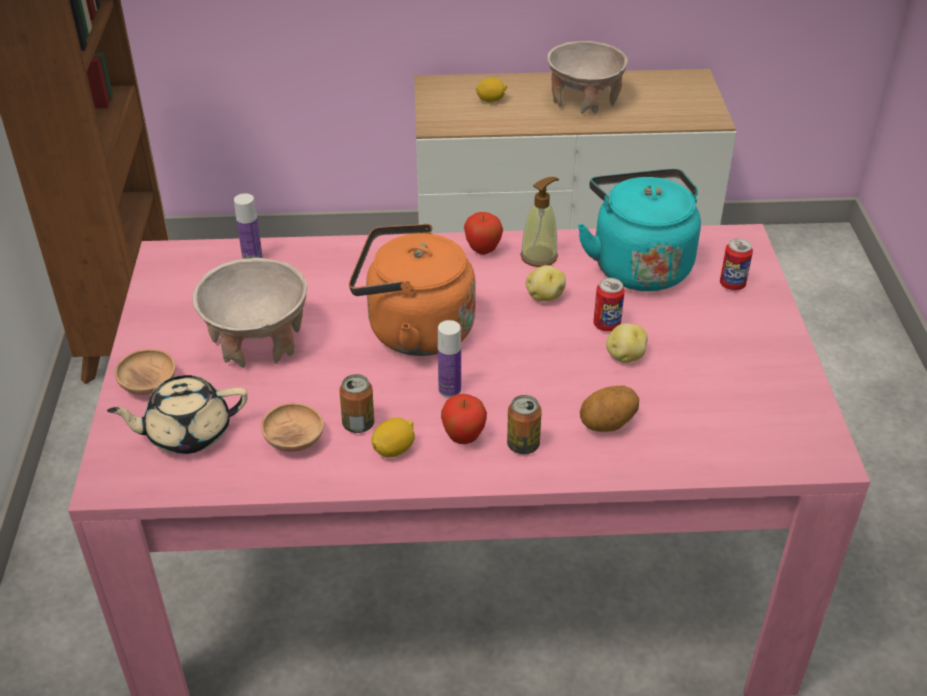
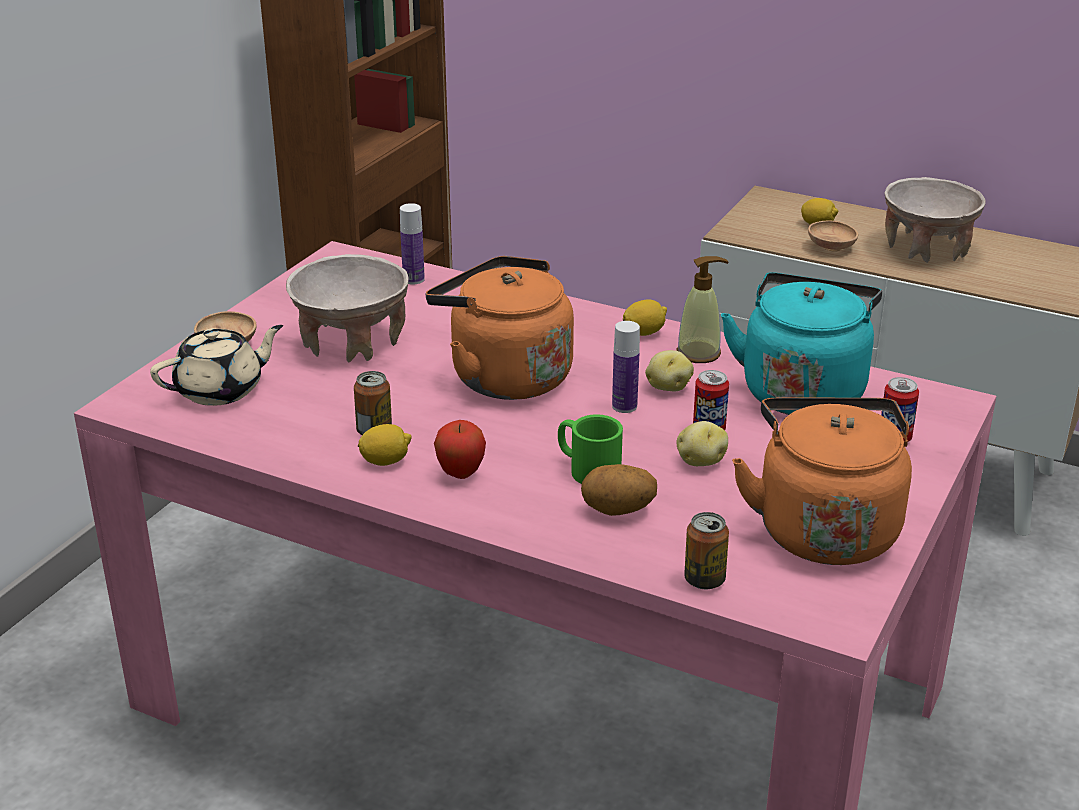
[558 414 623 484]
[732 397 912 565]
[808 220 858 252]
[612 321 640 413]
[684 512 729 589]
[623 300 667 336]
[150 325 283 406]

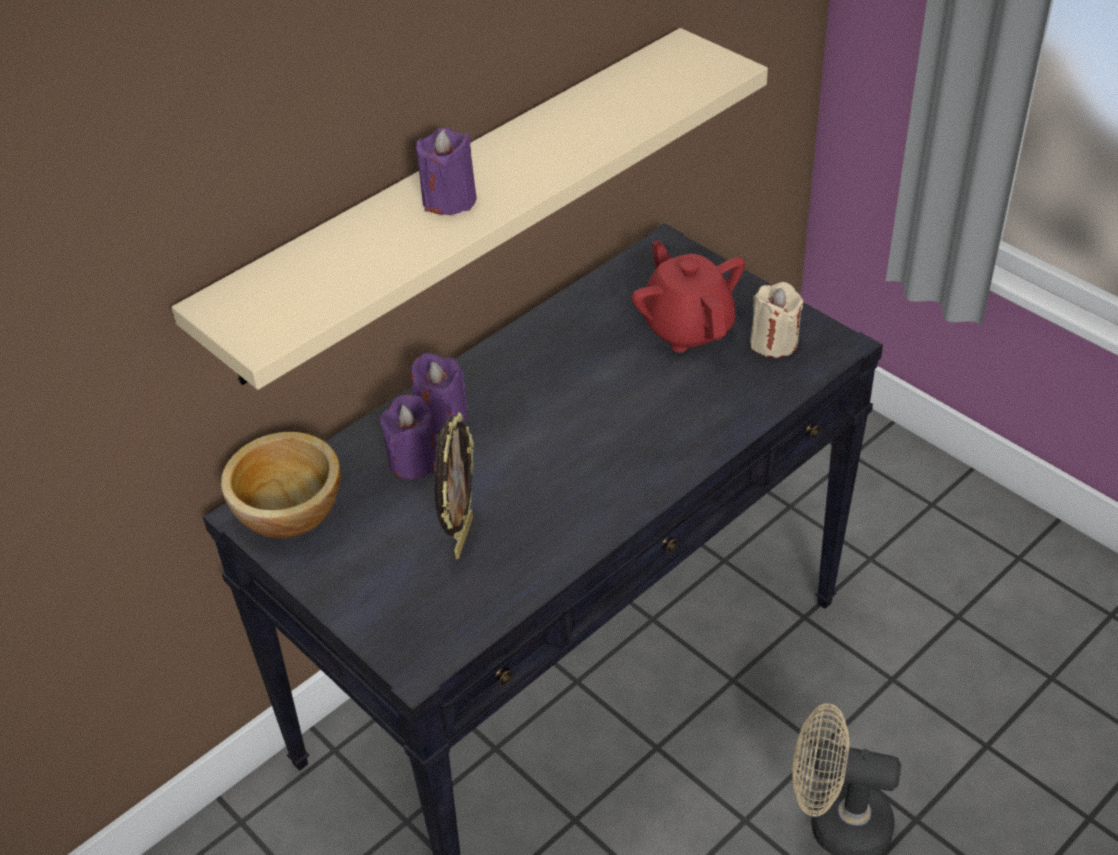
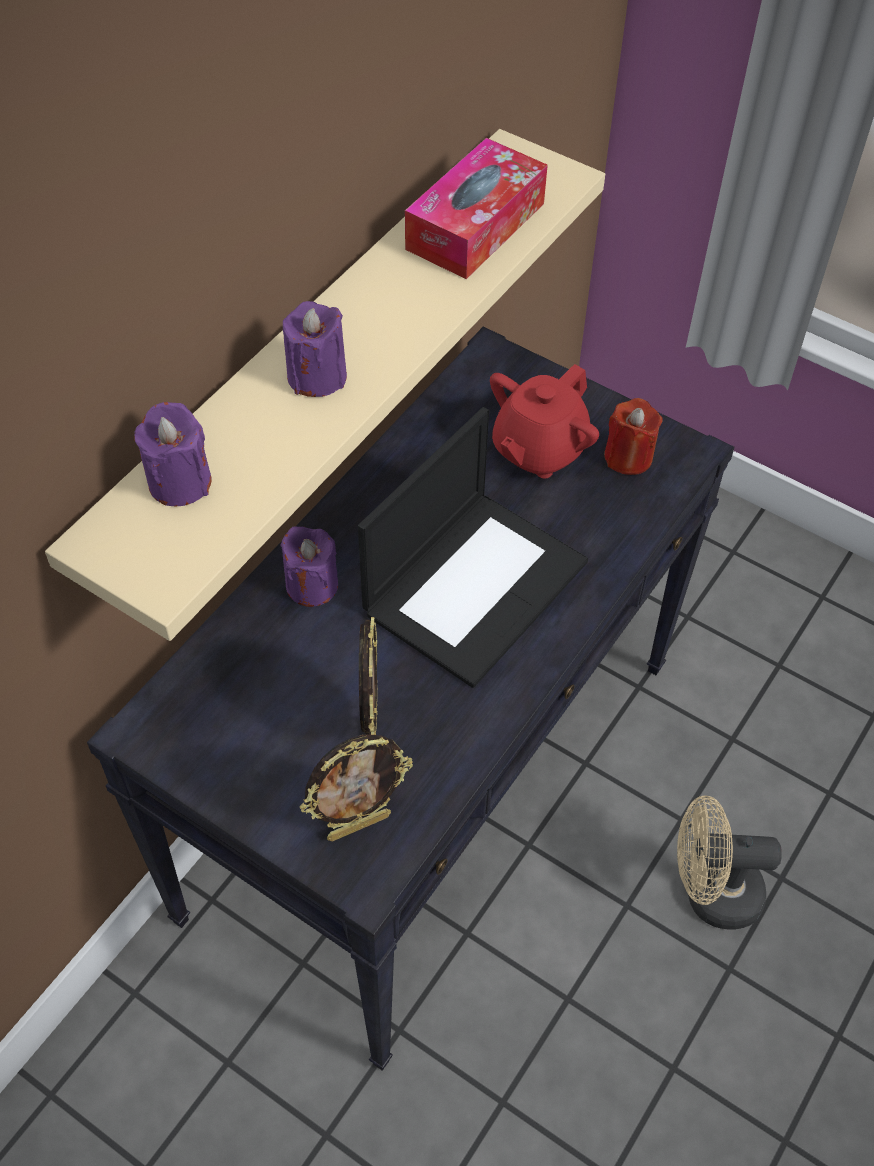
[221 432 341 539] (first image)
[300 735 413 841]
[358 407 588 688]
[405 138 548 279]
[134 402 211 506]
[604 398 663 475]
[490 364 599 478]

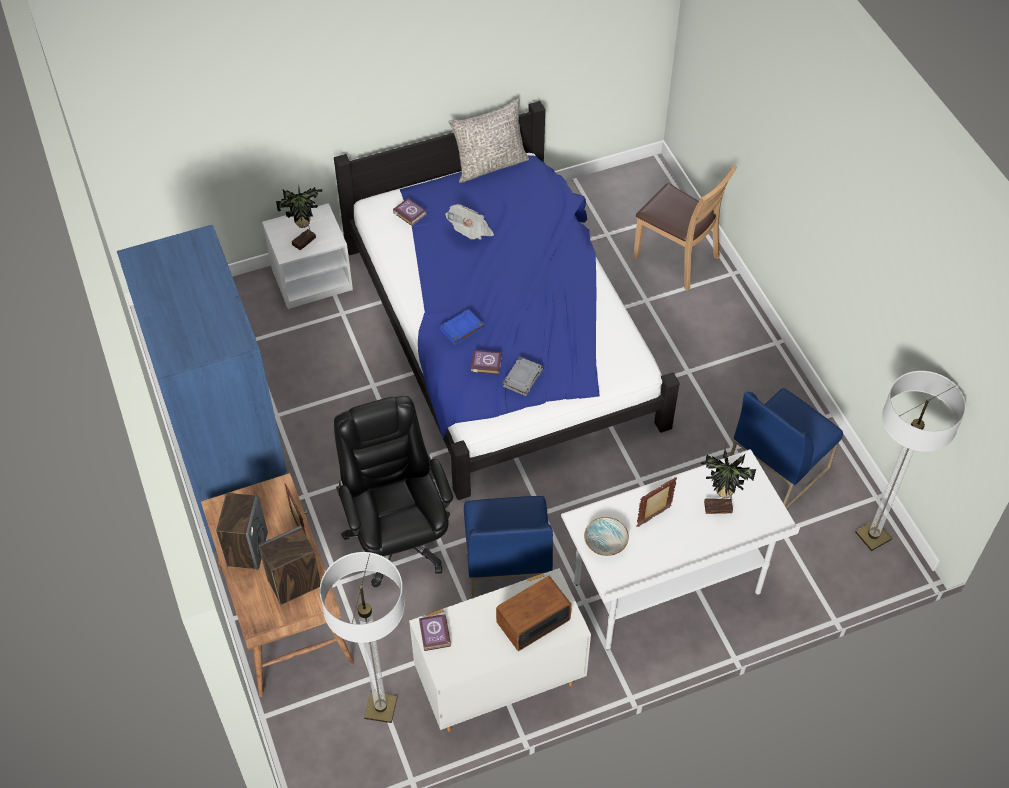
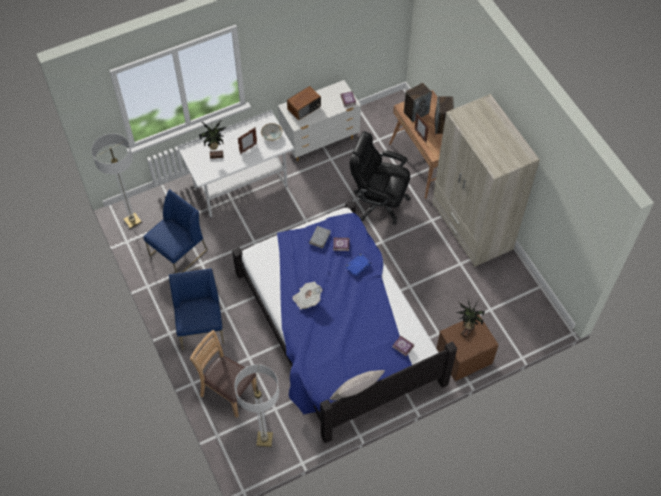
[234 364 279 447]
[292 282 322 310]
[169 268 224 350]
[432 94 540 267]
[436 315 499 381]
[350 132 411 225]

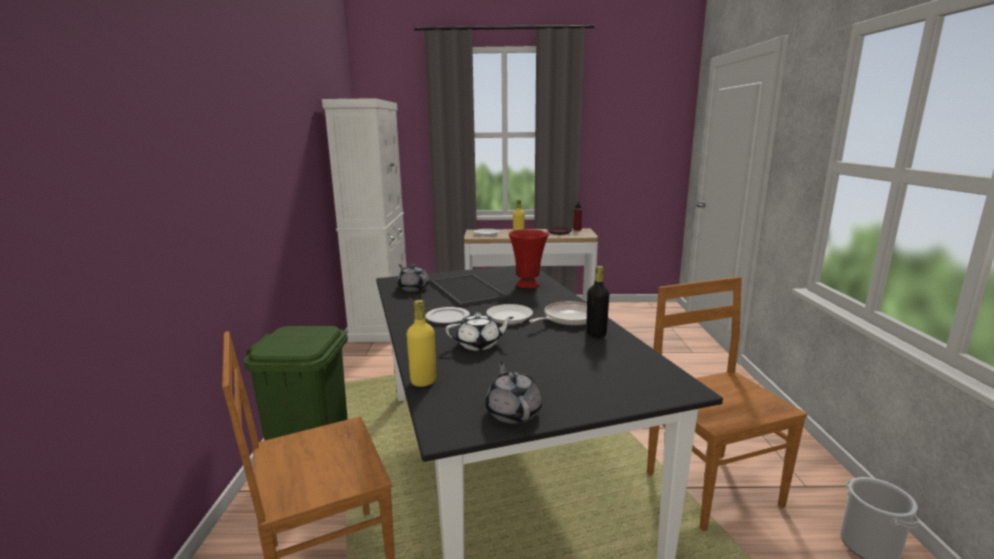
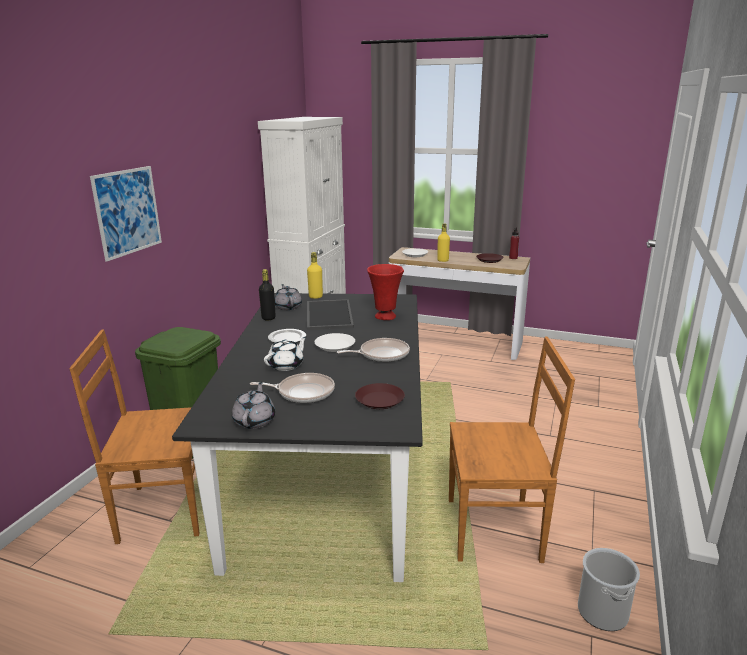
[90 166 162 262]
[250 373 335 403]
[355 383 405 409]
[307 252 323 299]
[259 269 276 320]
[264 336 307 371]
[449 337 575 563]

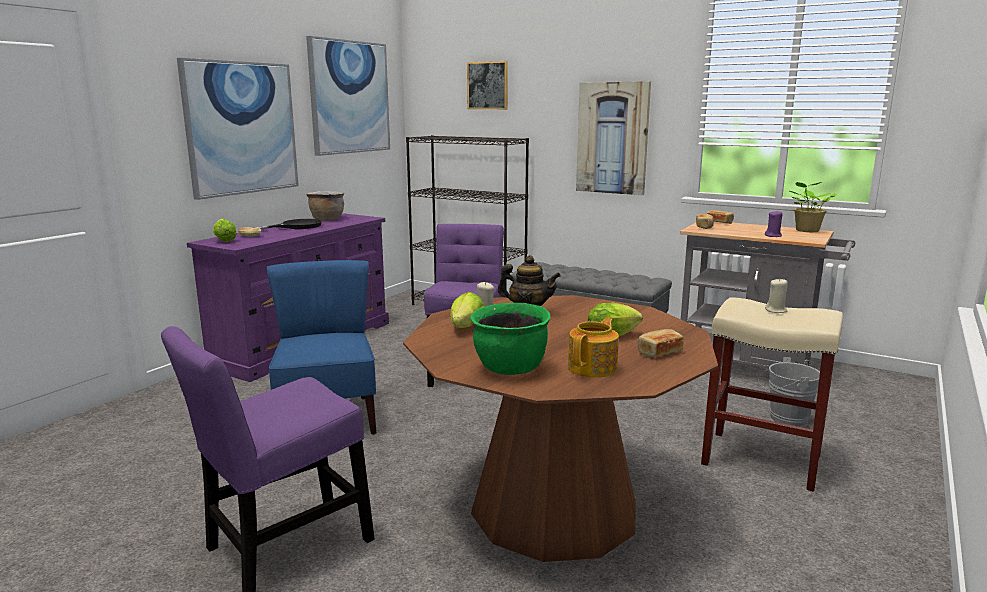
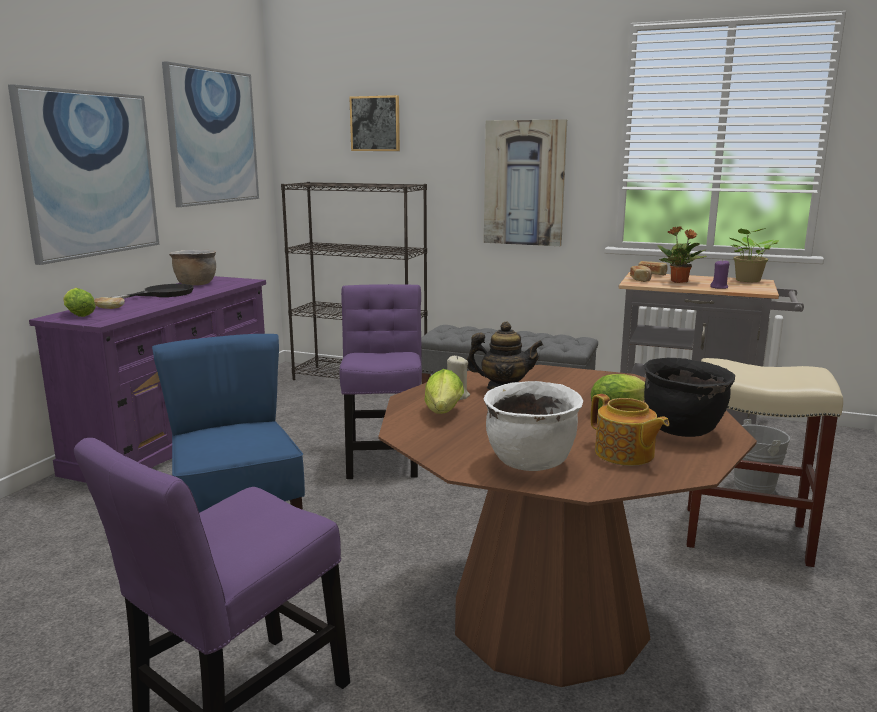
[765 278 788 313] (first image)
[657 226 707 283]
[644 358 735 437]
[484 381 583 471]
[591 394 670 466]

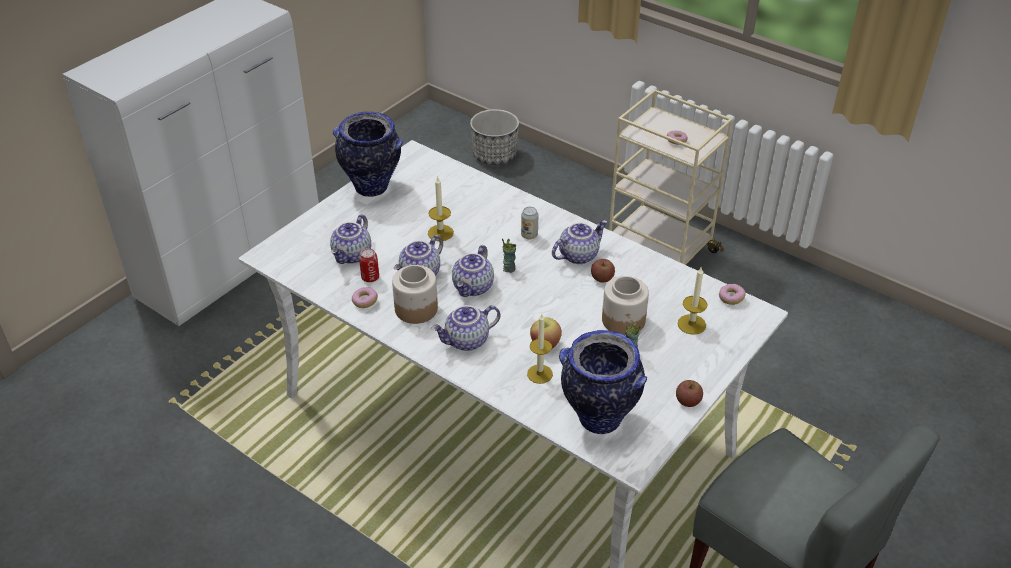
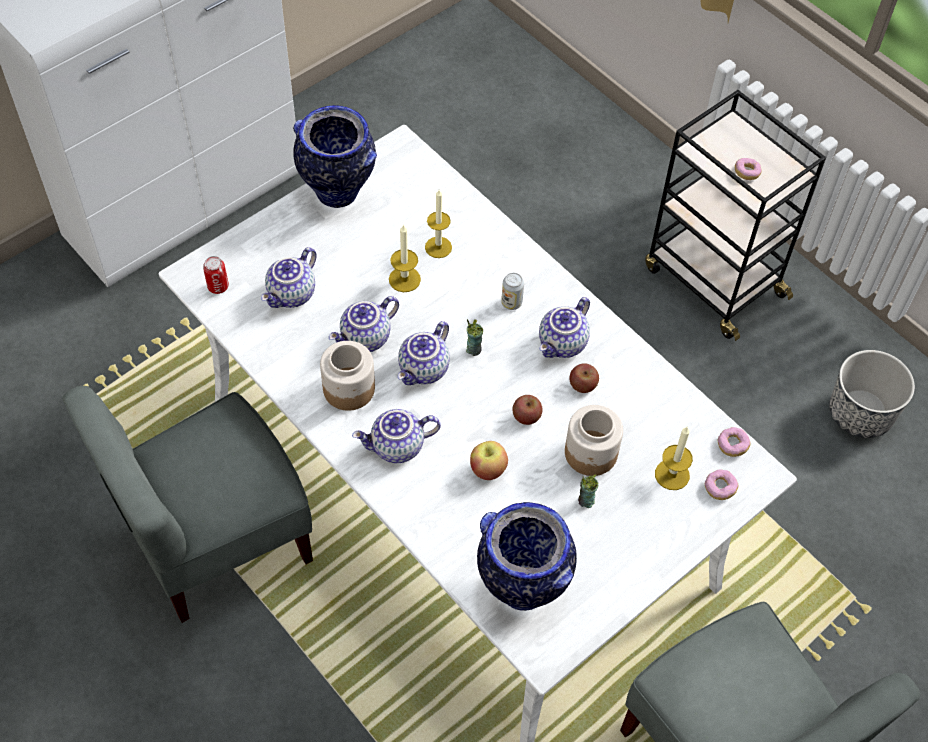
[62 386 313 623]
[705 469 738 500]
[203 256 229 294]
[829 350 915 438]
[425 190 452 258]
[512 395 542 425]
[645 90 826 341]
[539 297 590 358]

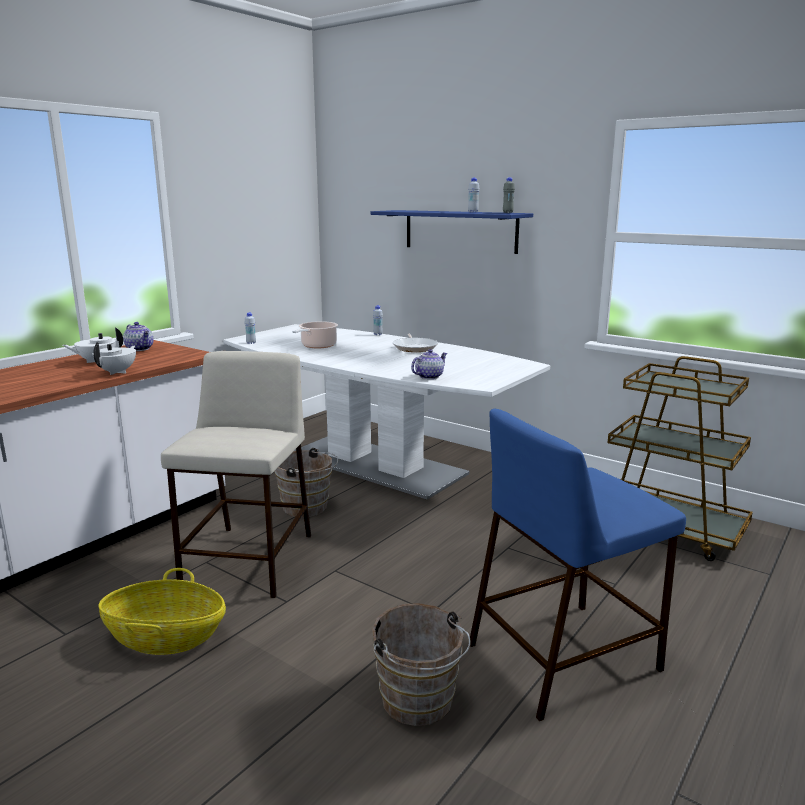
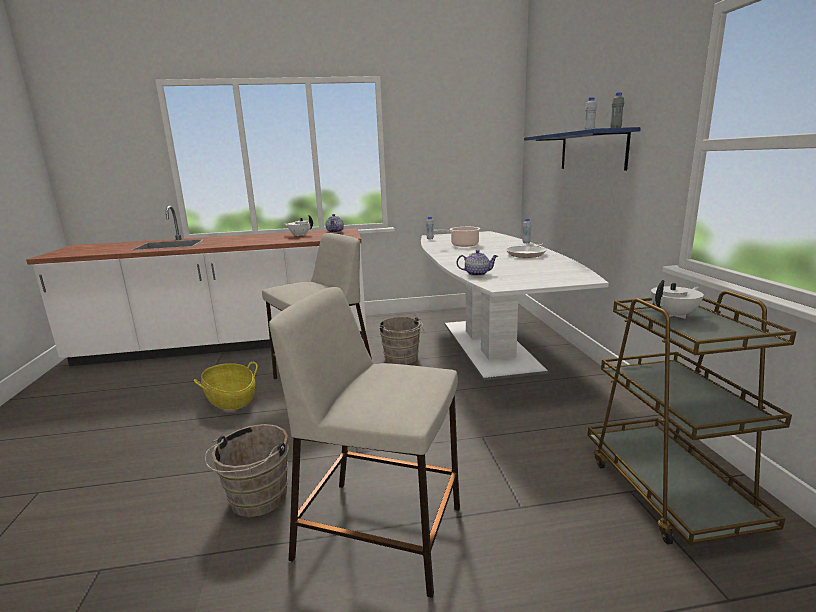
[651 280 704 319]
[269 287 460 598]

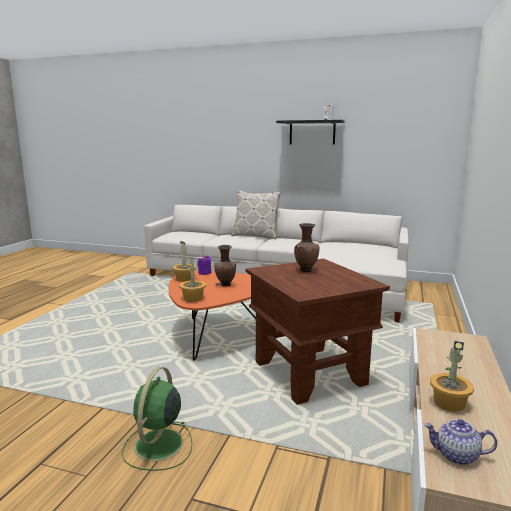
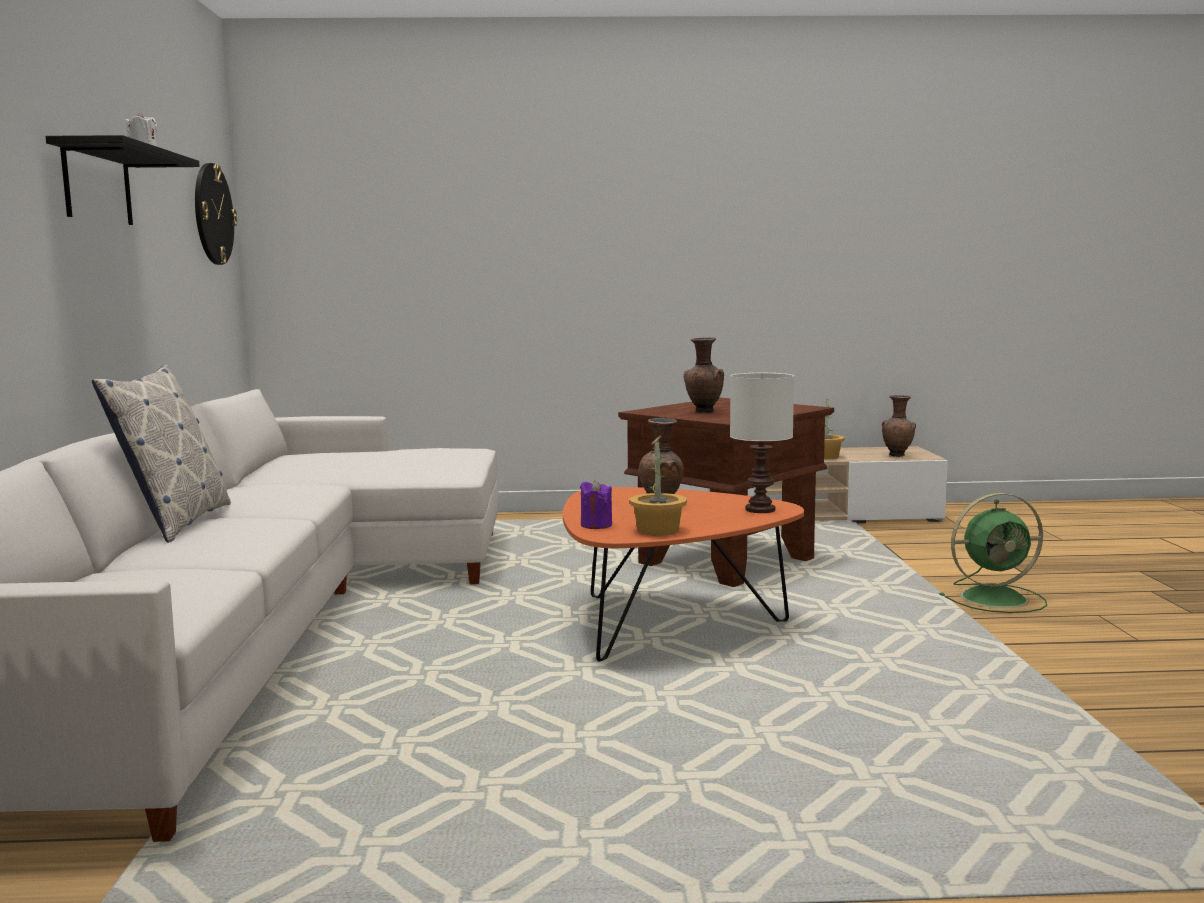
[195 163 237 265]
[730 373 794 513]
[882 395 916 457]

